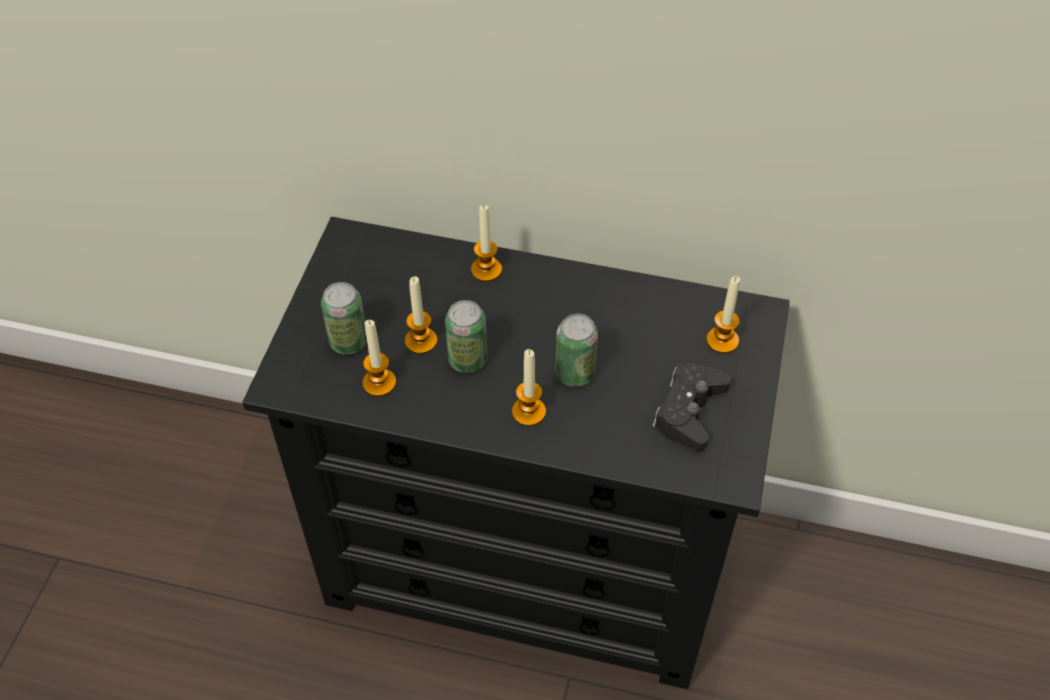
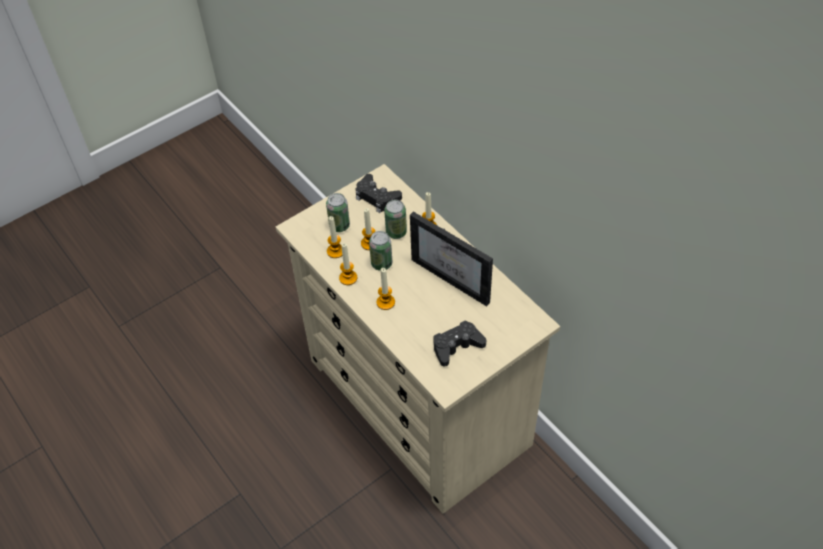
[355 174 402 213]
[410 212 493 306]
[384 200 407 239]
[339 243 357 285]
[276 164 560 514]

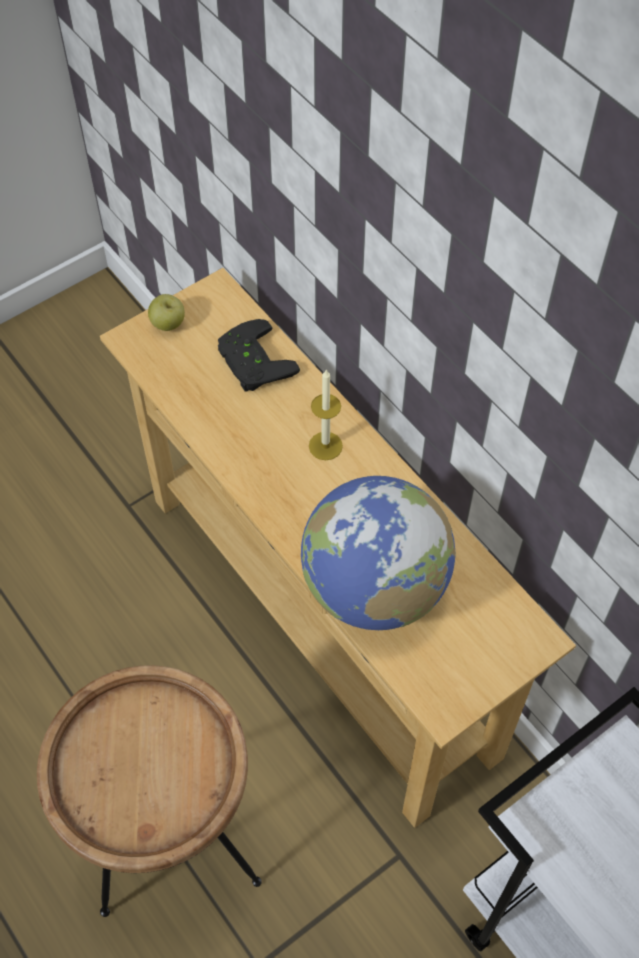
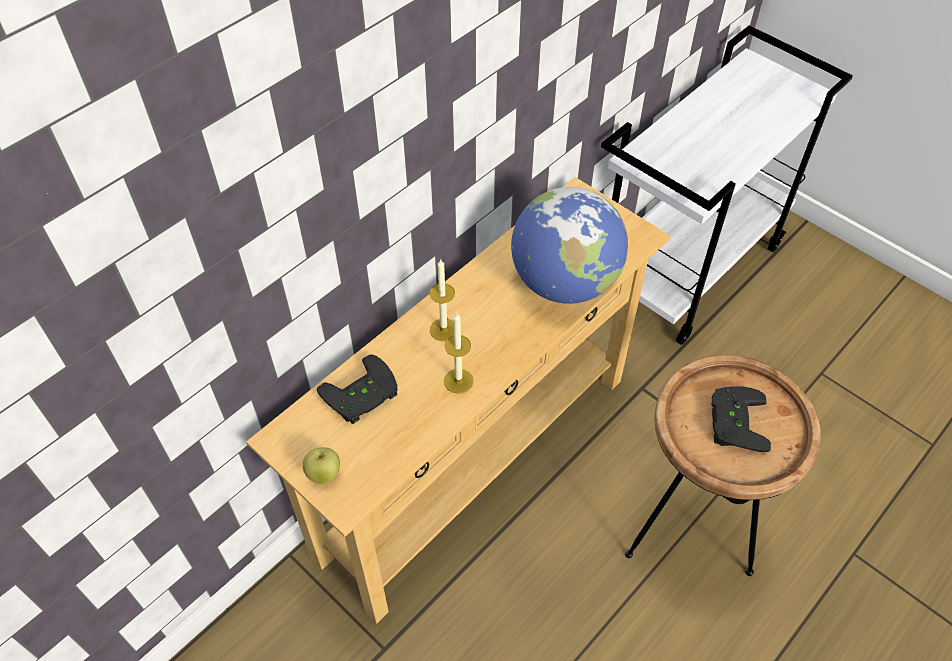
[444 313 474 394]
[711 386 771 452]

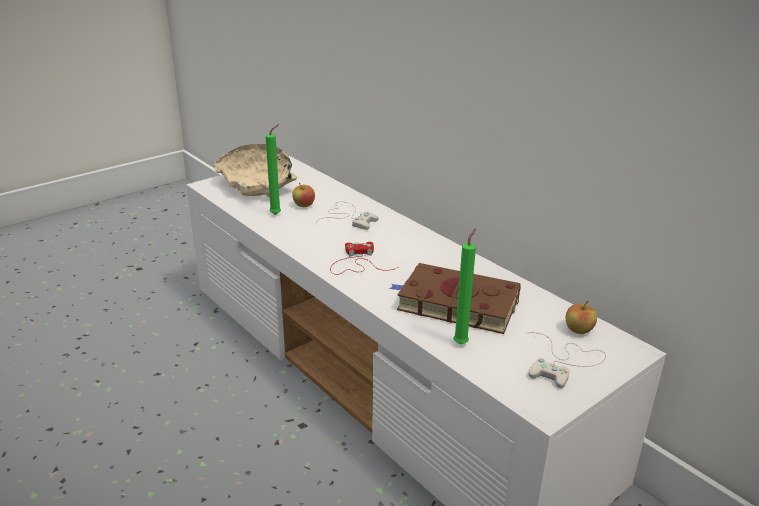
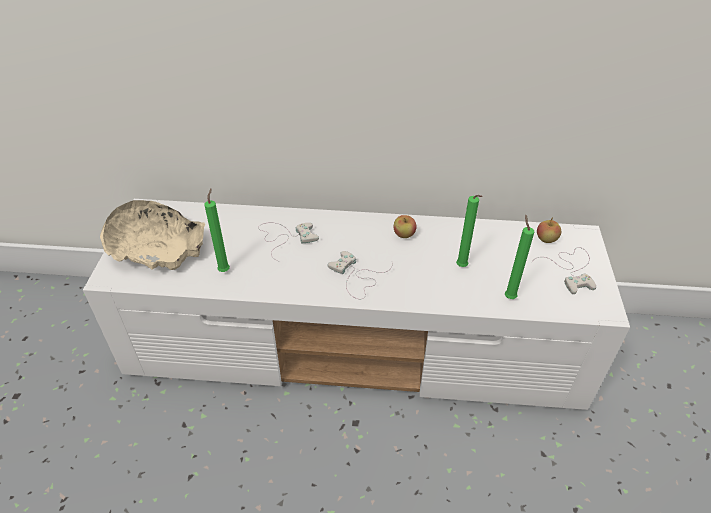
[394 215 416 238]
[456 195 483 267]
[327 251 392 299]

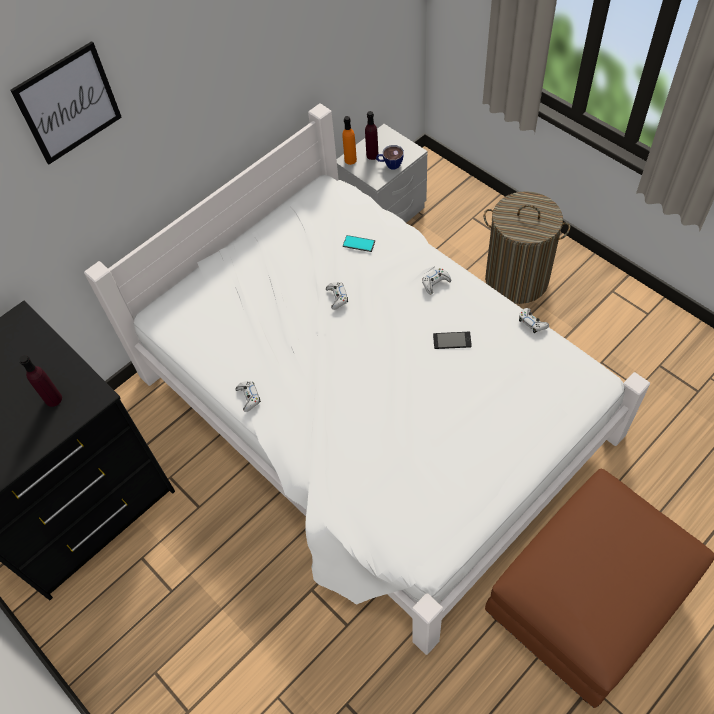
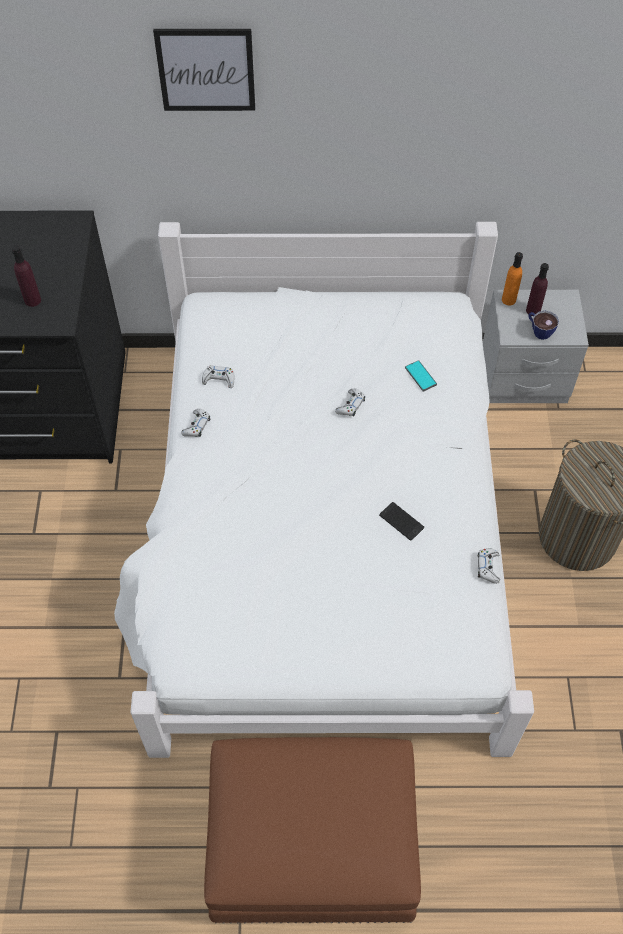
[202 366 235 388]

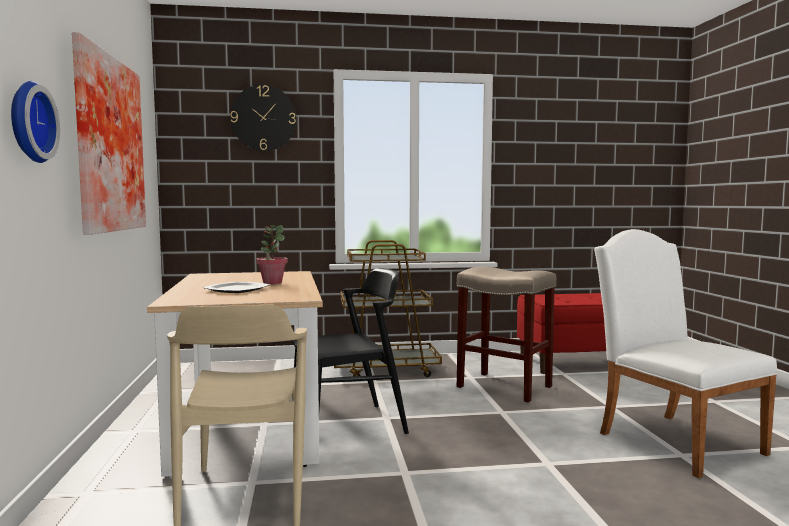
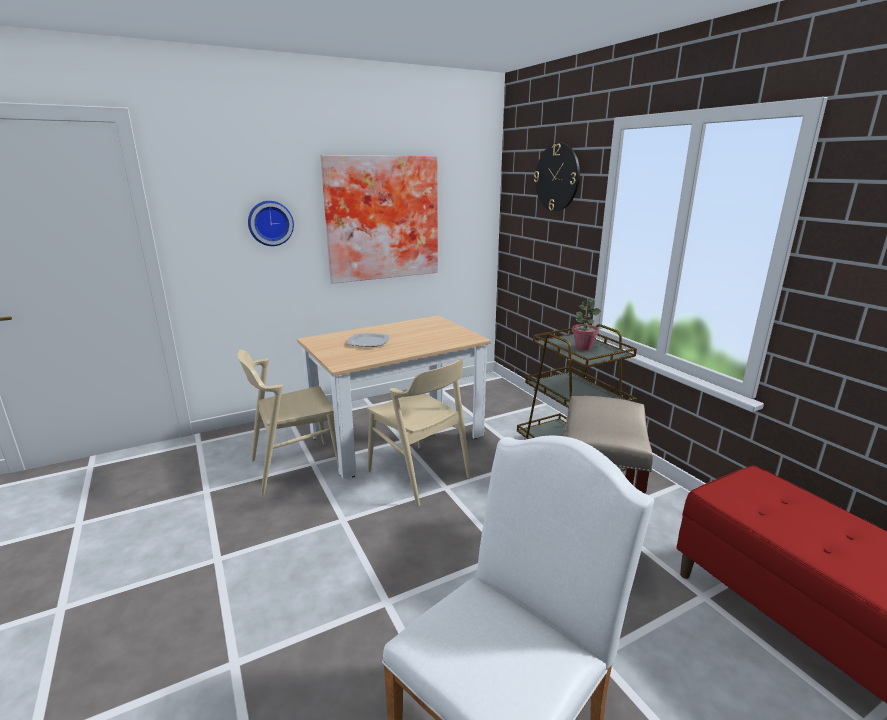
[572 300 601 350]
[367 360 470 506]

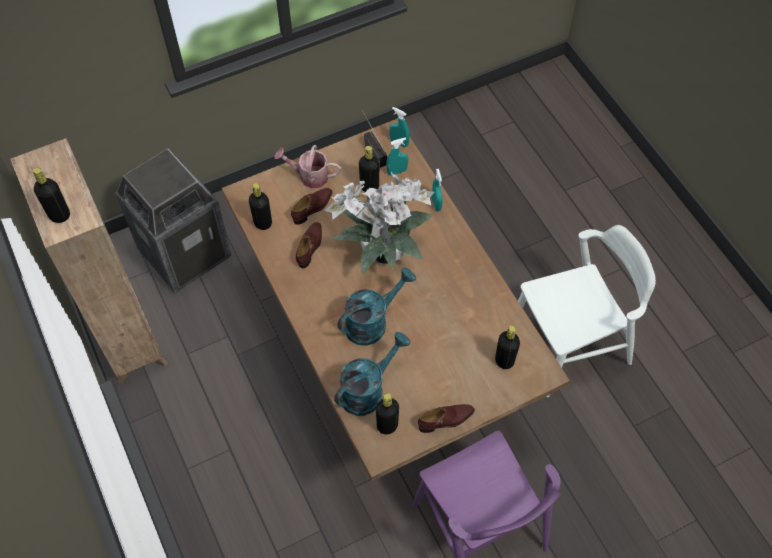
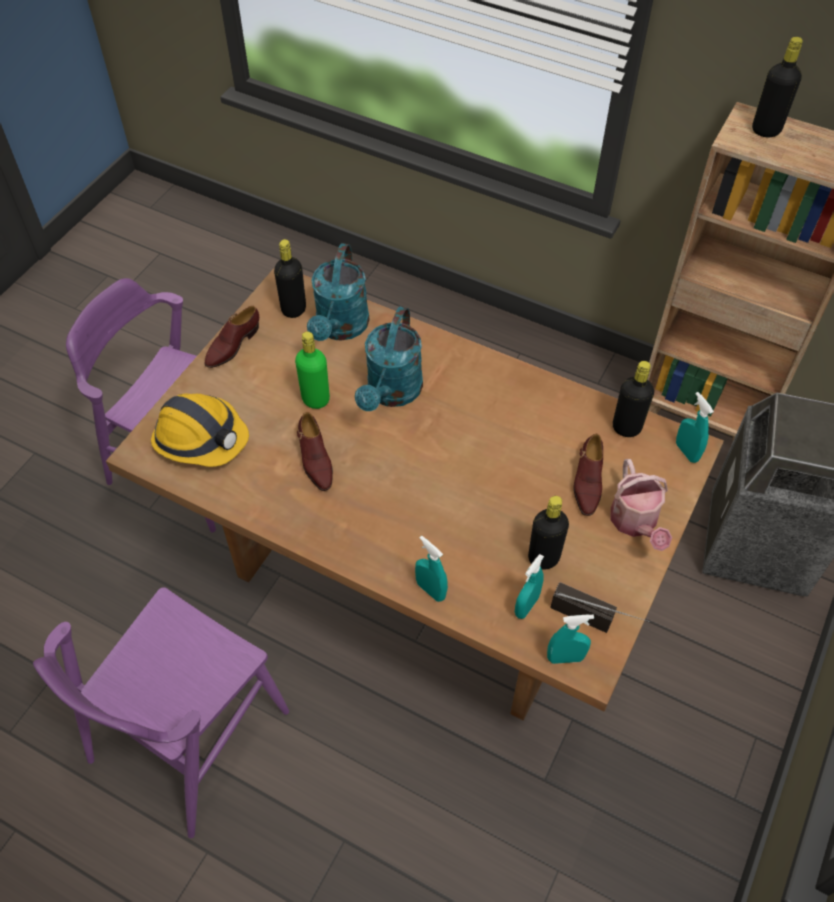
[324 172 434 275] (first image)
[295 331 330 409]
[676 392 714 463]
[297 412 333 491]
[151 393 249 467]
[33 587 289 838]
[610 459 672 551]

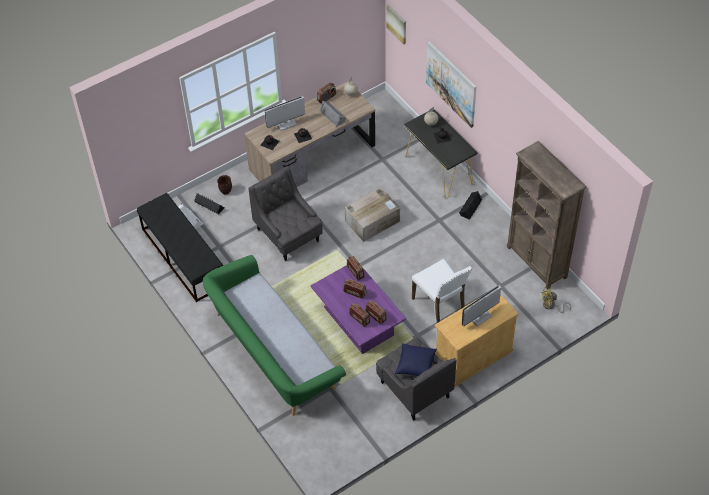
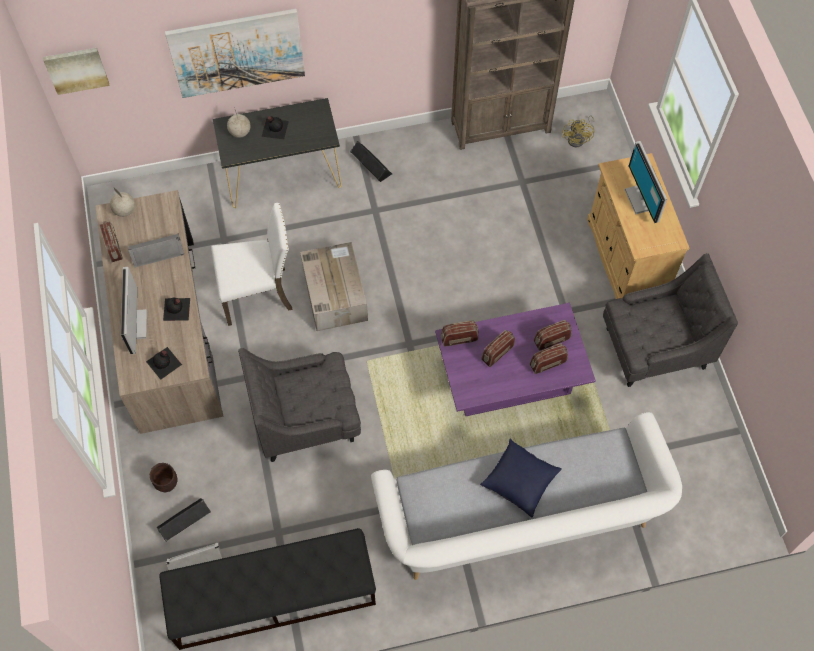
[480 438 562 517]
[211 203 293 326]
[371 412 682 580]

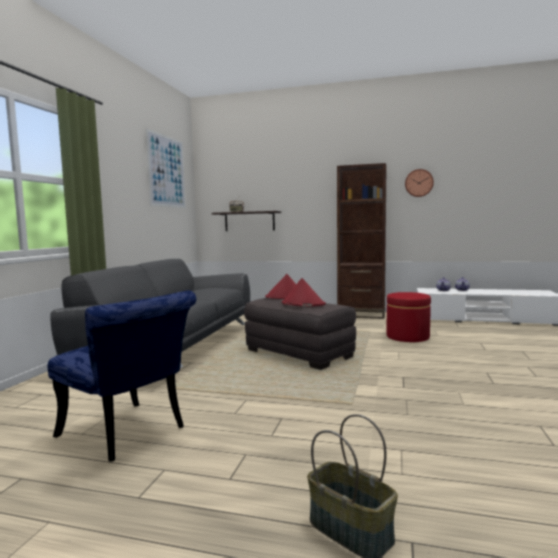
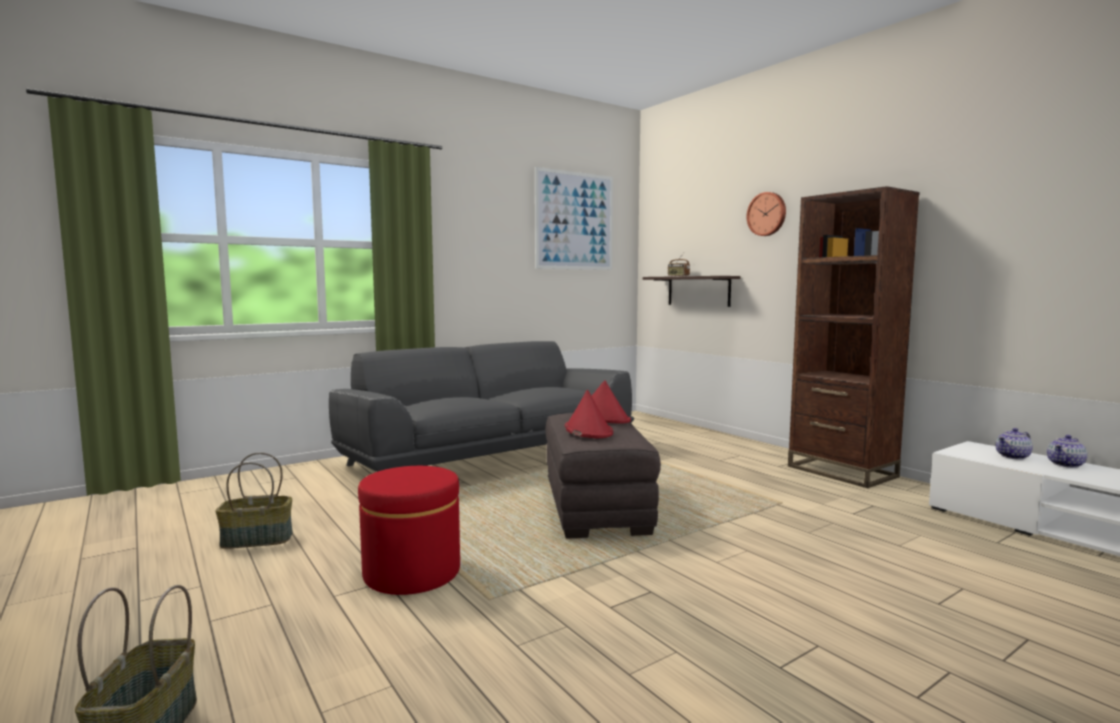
[358 466 460 595]
[747 192 786 236]
[215 452 293 549]

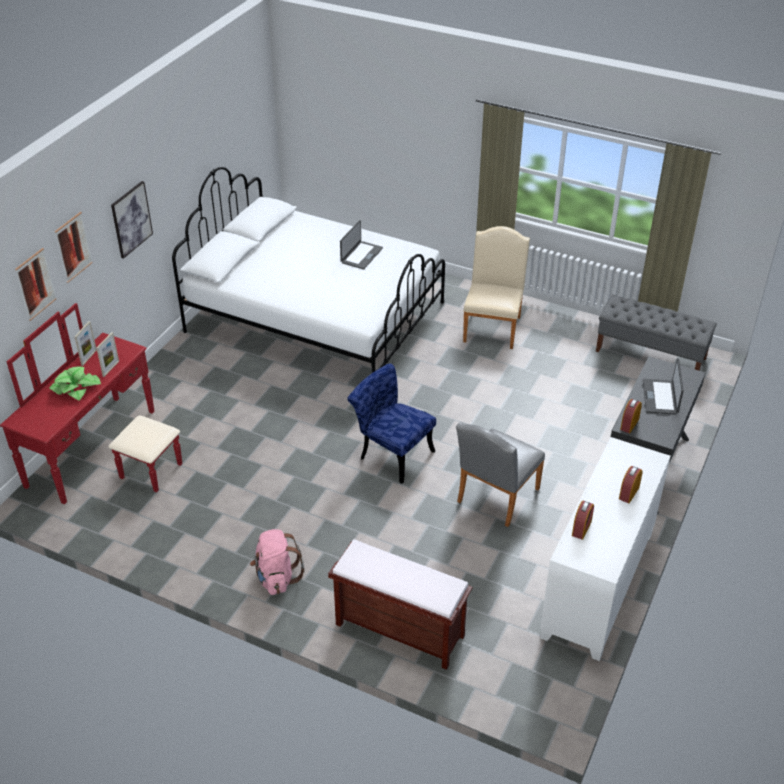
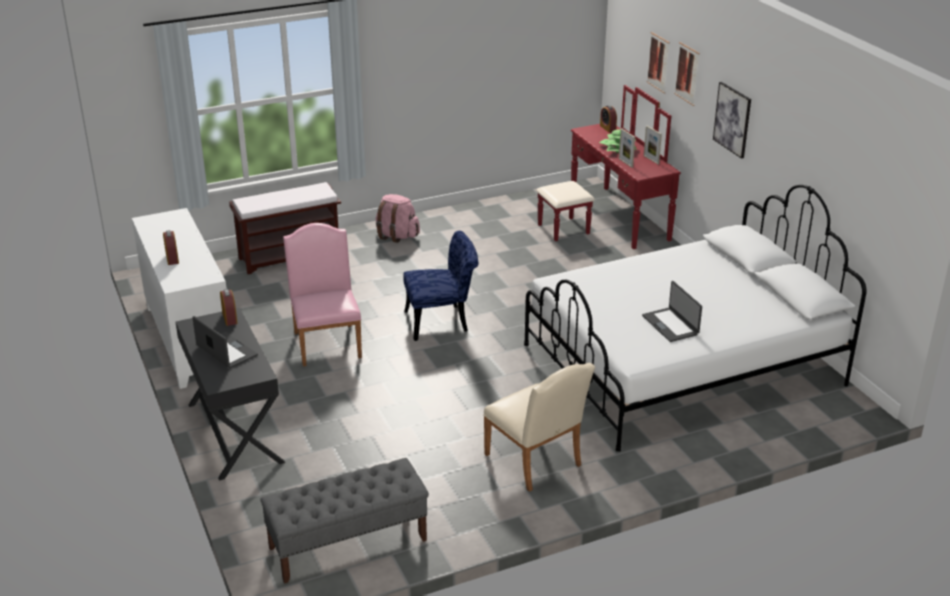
[600 105 617 133]
[283 223 362 366]

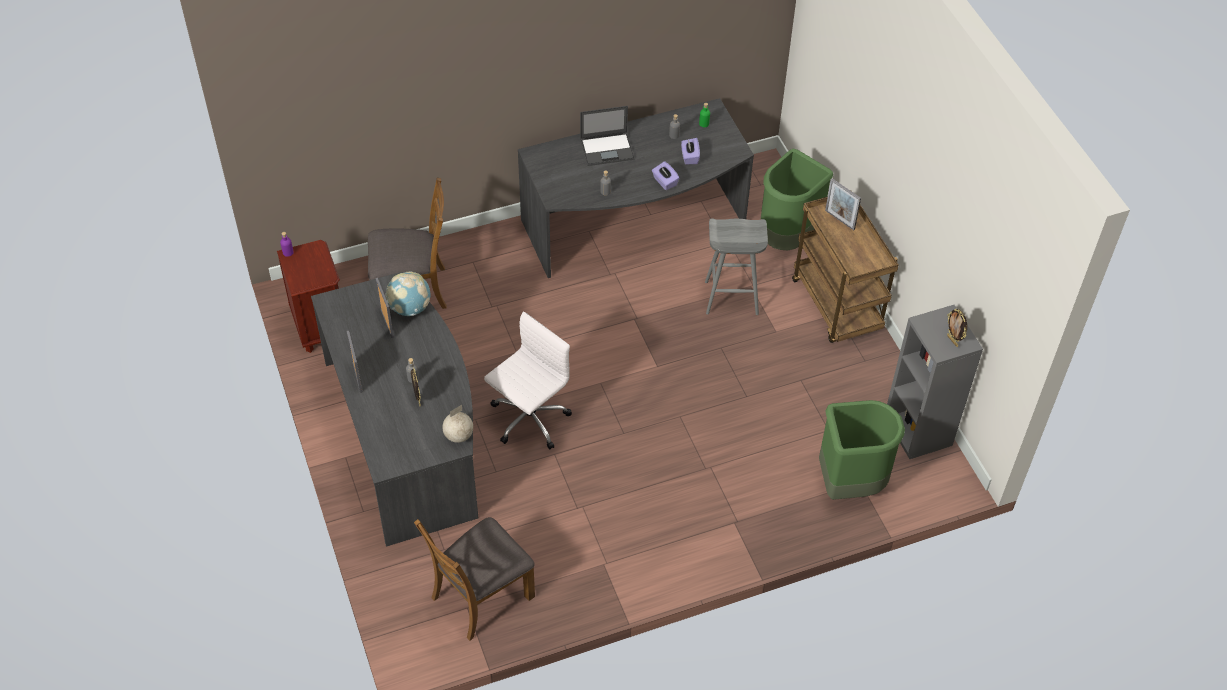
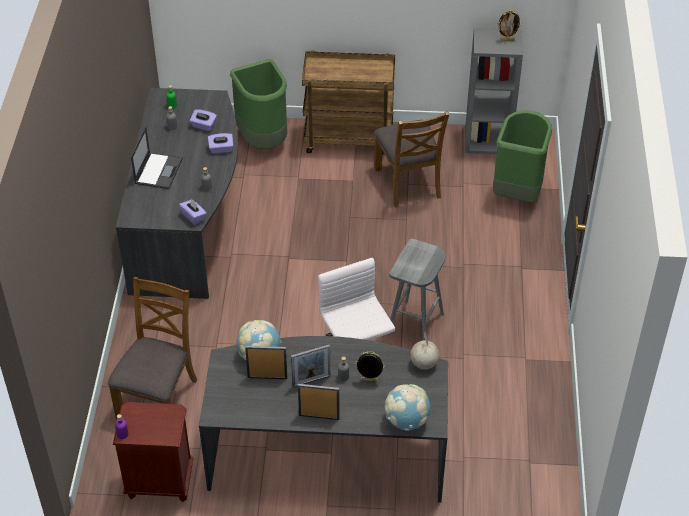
[179 199 207 225]
[385 384 430 431]
[374 111 449 208]
[386 239 445 341]
[291 345 330 388]

